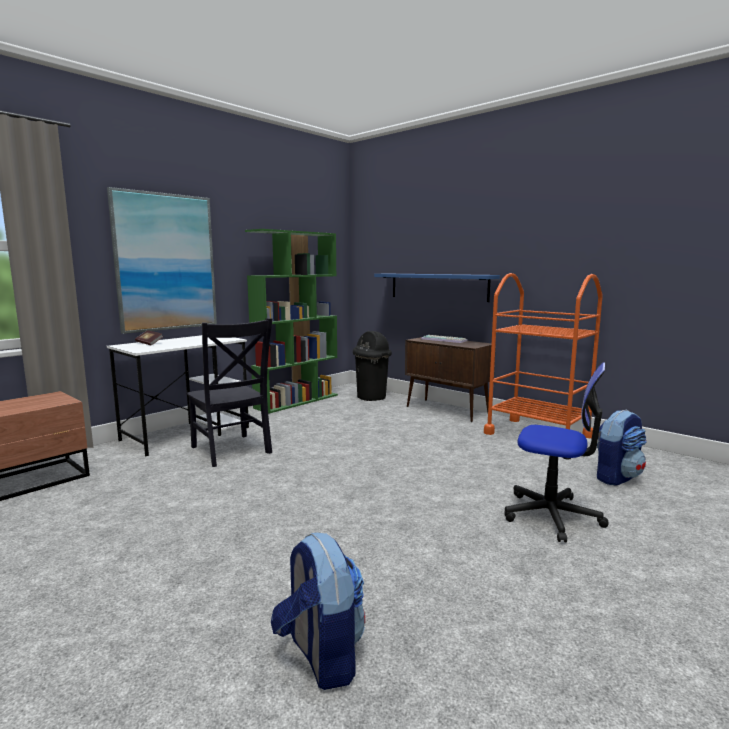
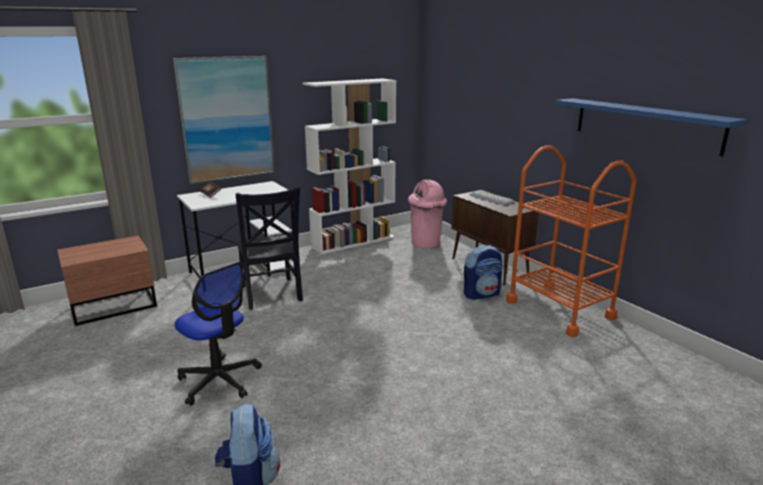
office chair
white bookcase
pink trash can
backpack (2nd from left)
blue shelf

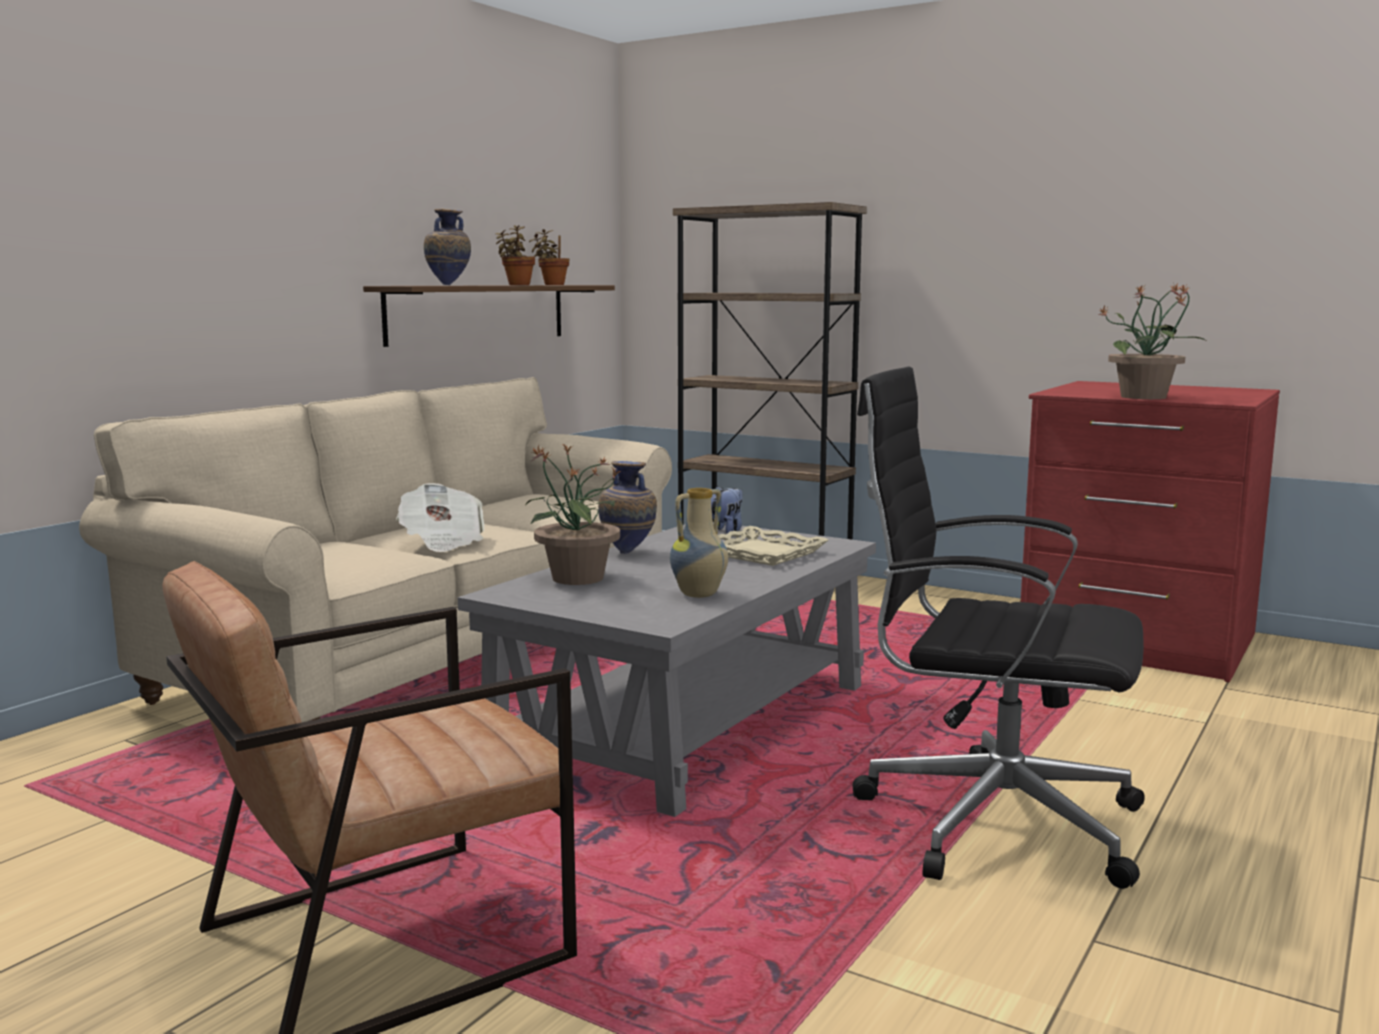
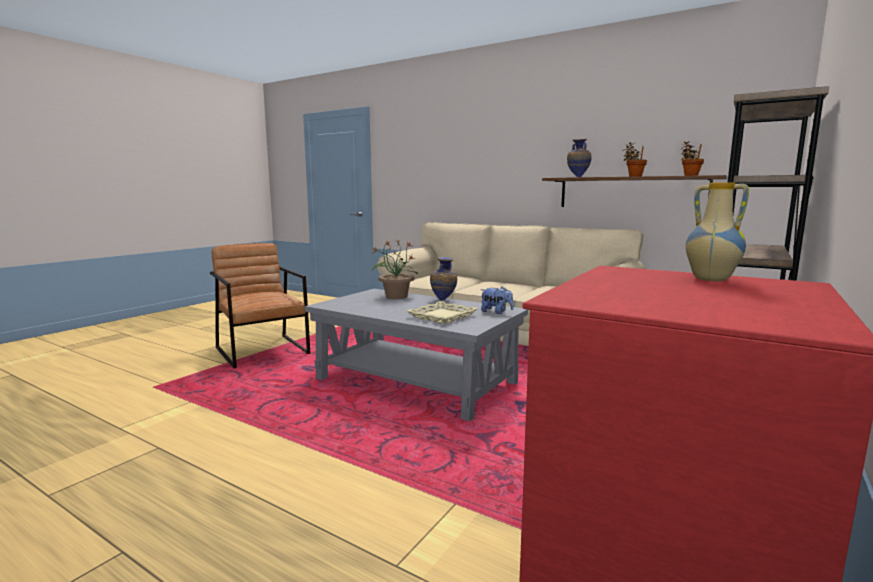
vase (3rd from left)
newspaper
black office chair
potted plant (4th from left in the first image)

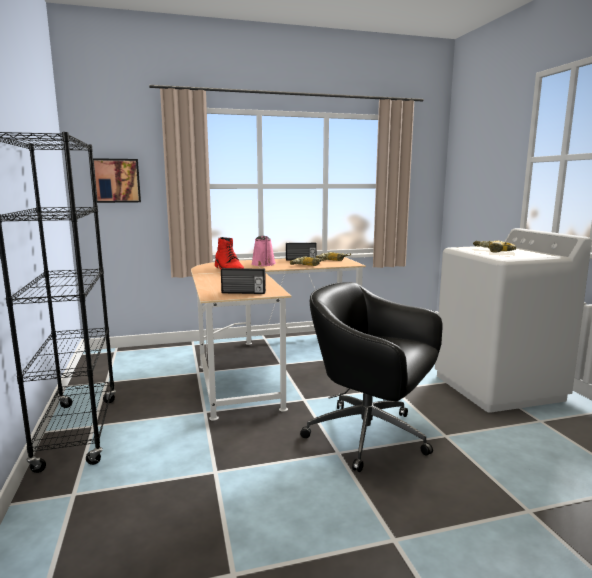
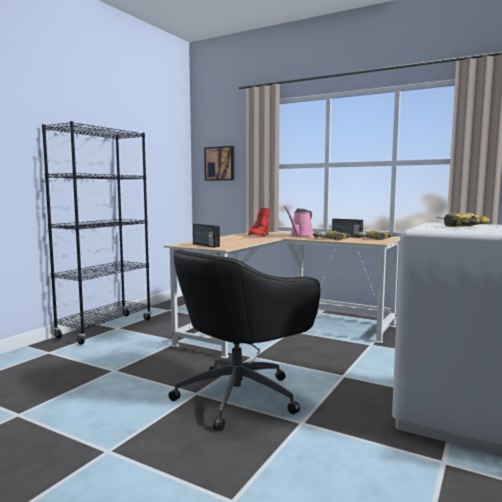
black office chair

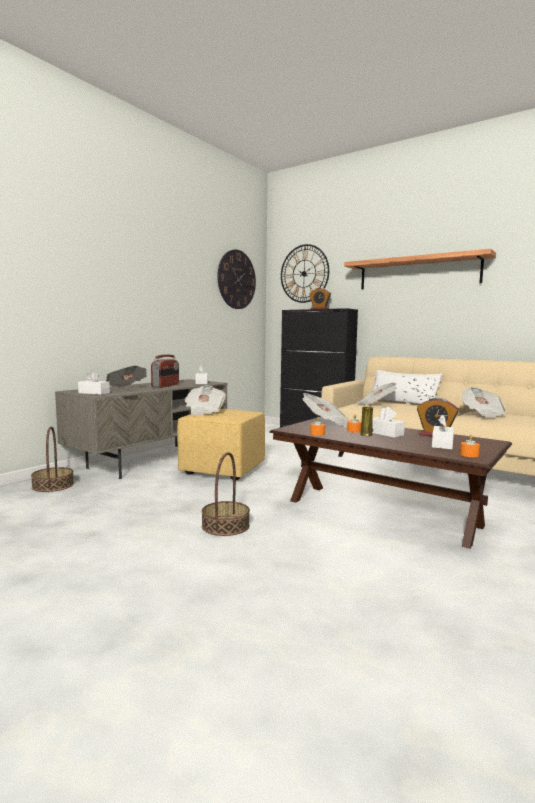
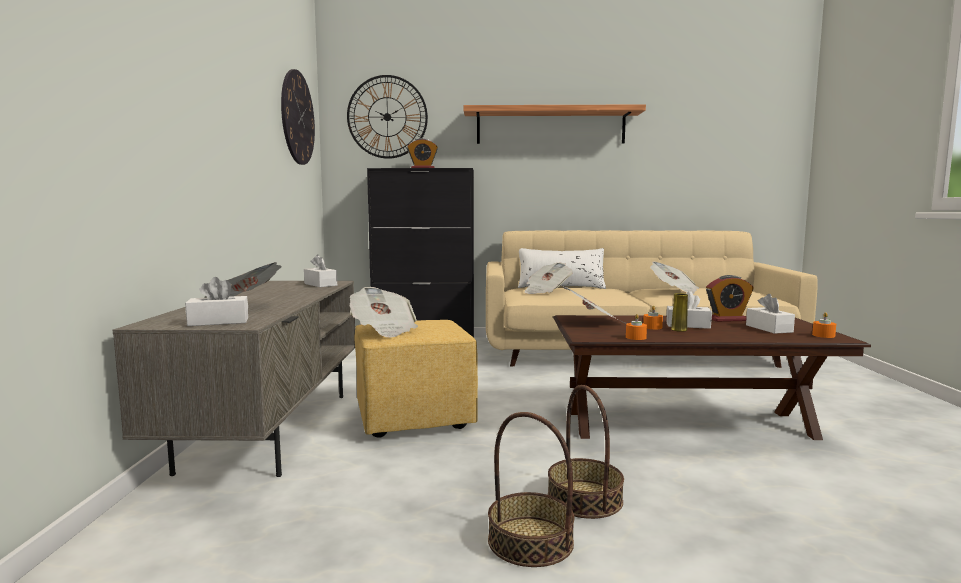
basket (1st from left)
radio

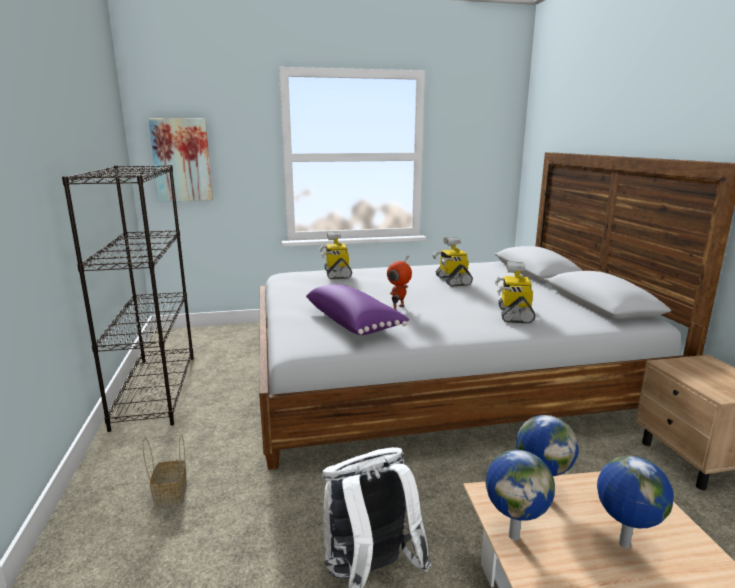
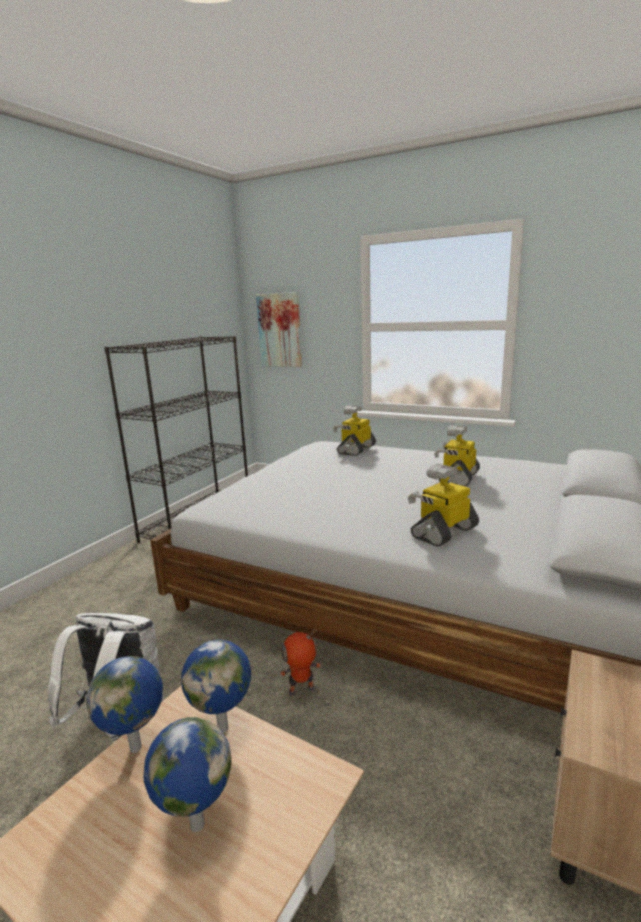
toy robot (1st from left)
basket
purple pillow

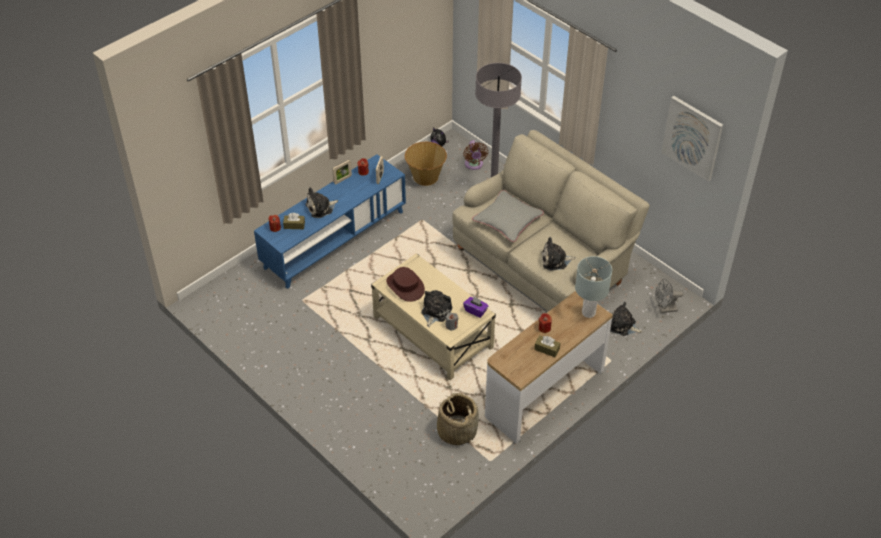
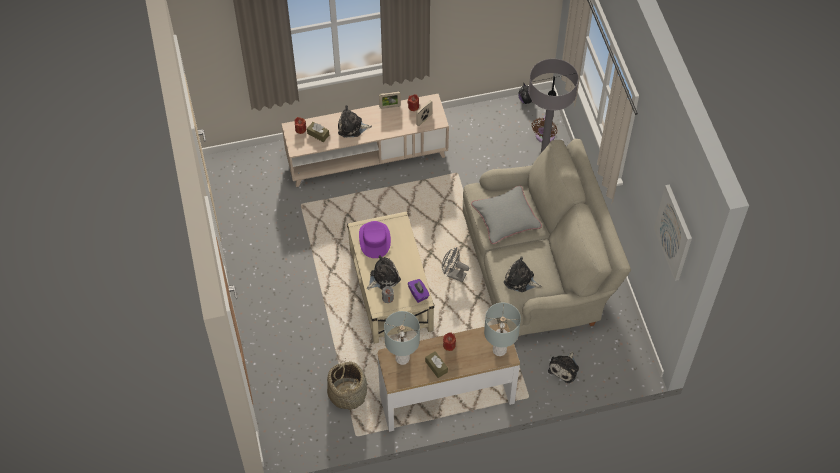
beige tv stand
purple hat
grey table lamp (1st from left)
grey fan
plush toy (5th from left)
basket (1st from left in the first image)

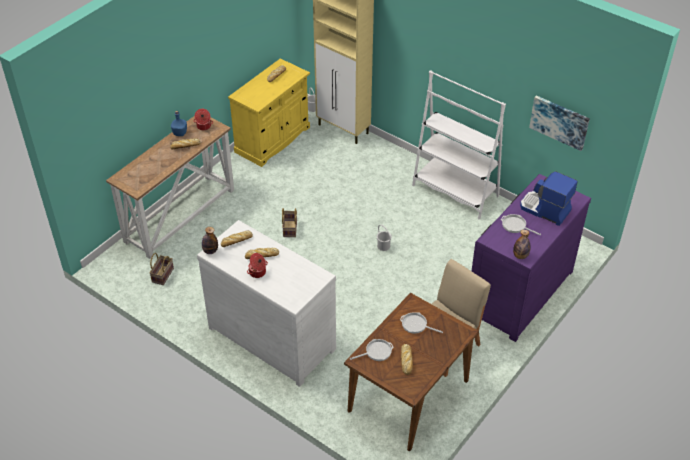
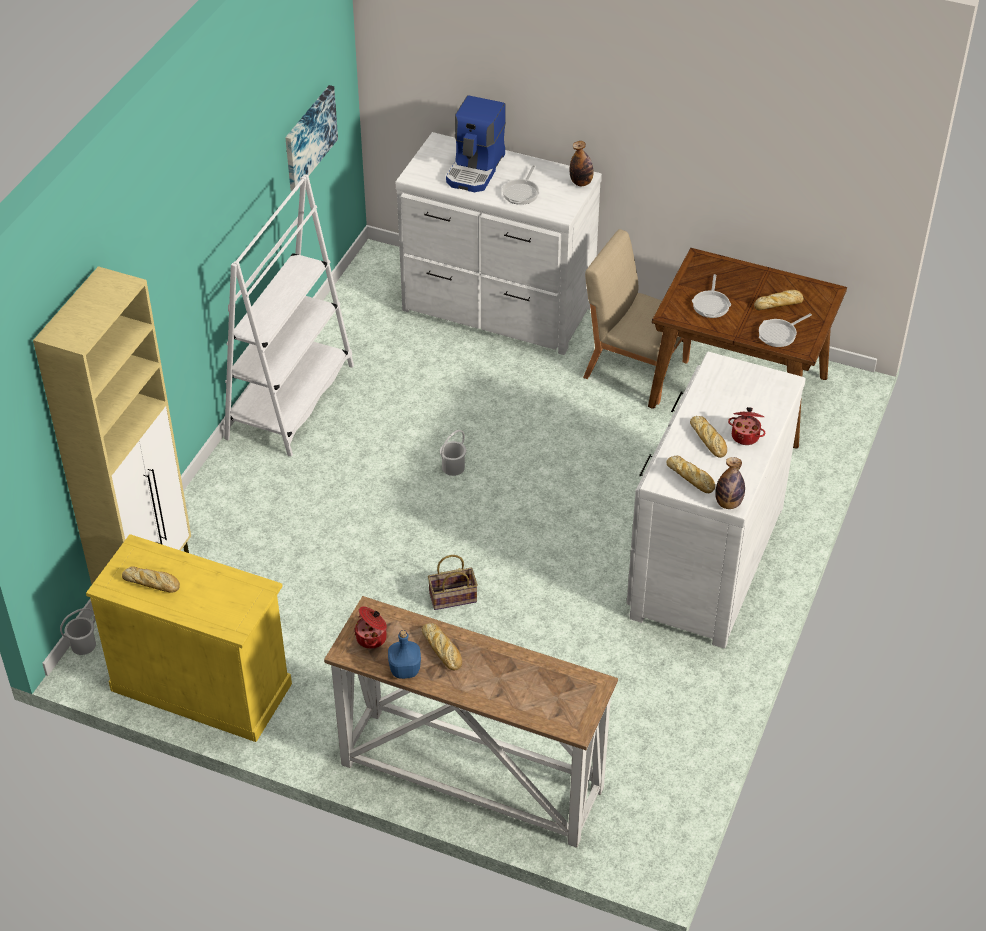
white dresser (1st from left)
frying pan (3rd from left)
basket (1st from left in the first image)

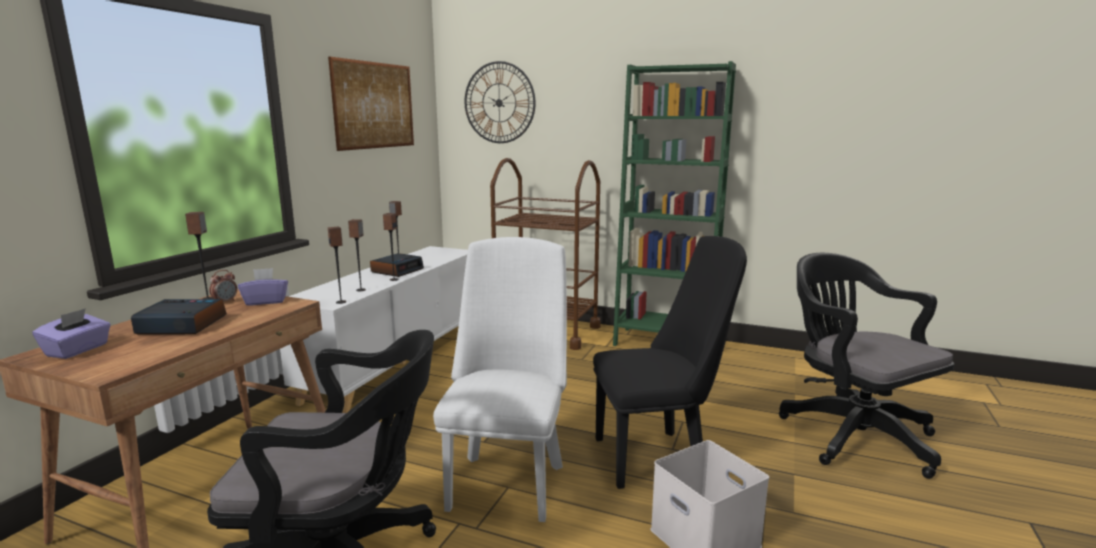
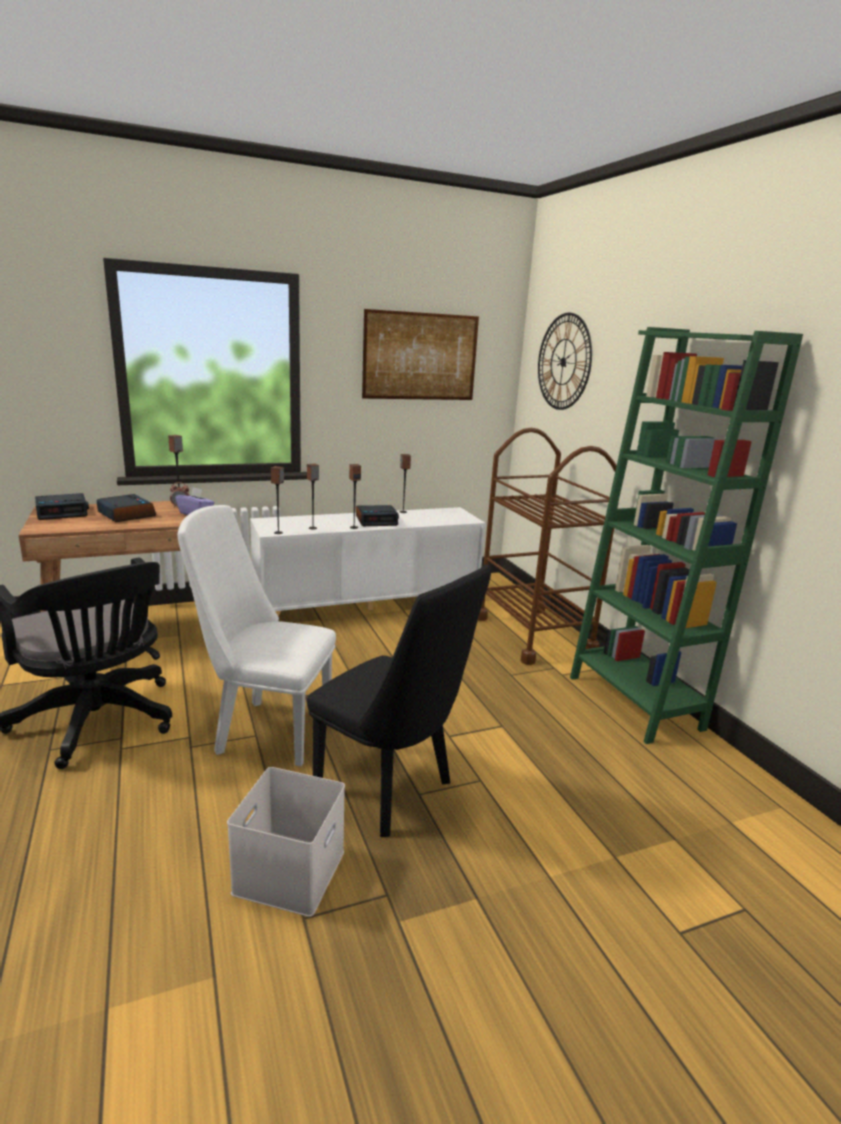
alarm clock (1st from left)
white chair
black office chair (2nd from left in the first image)

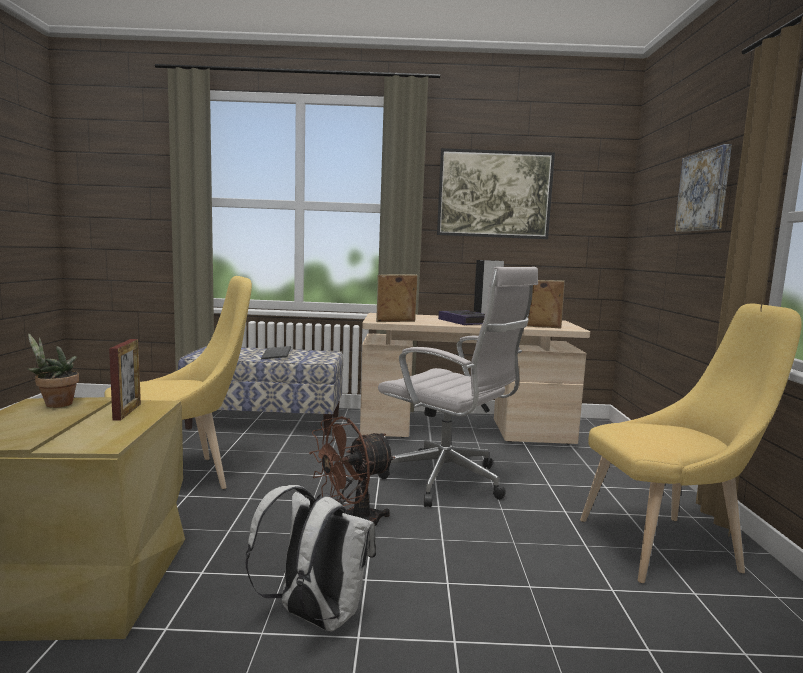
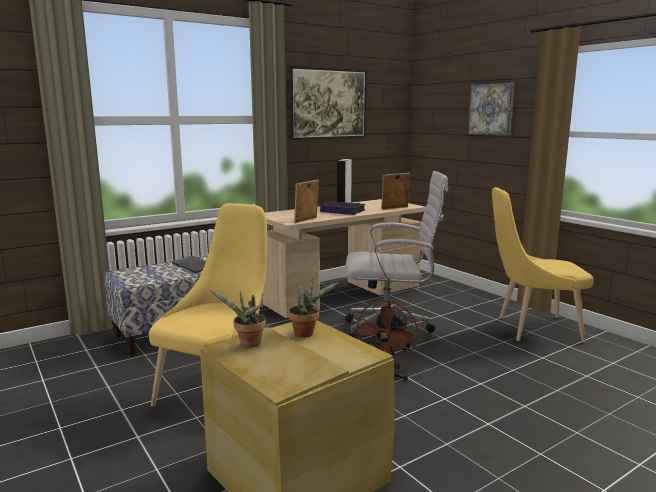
potted plant (2nd from left)
yellow chair (2nd from left)
white backpack

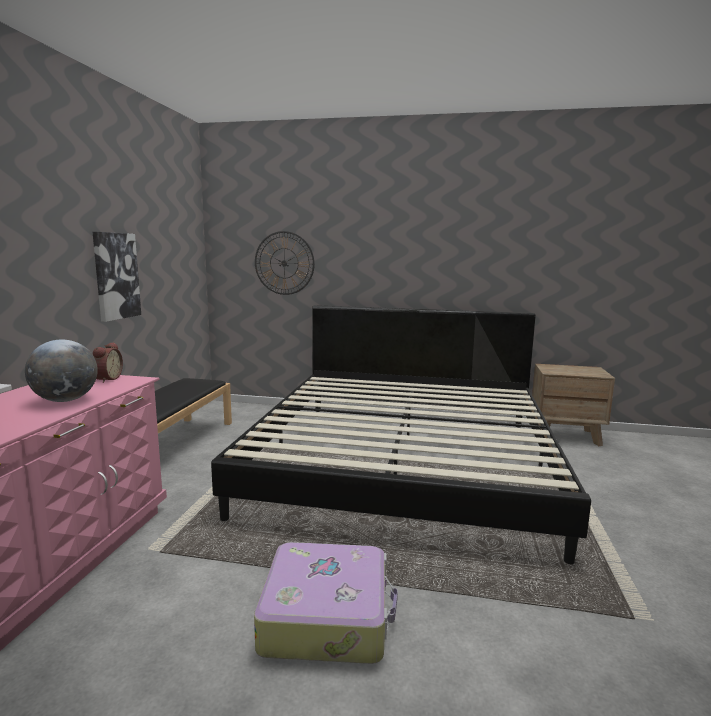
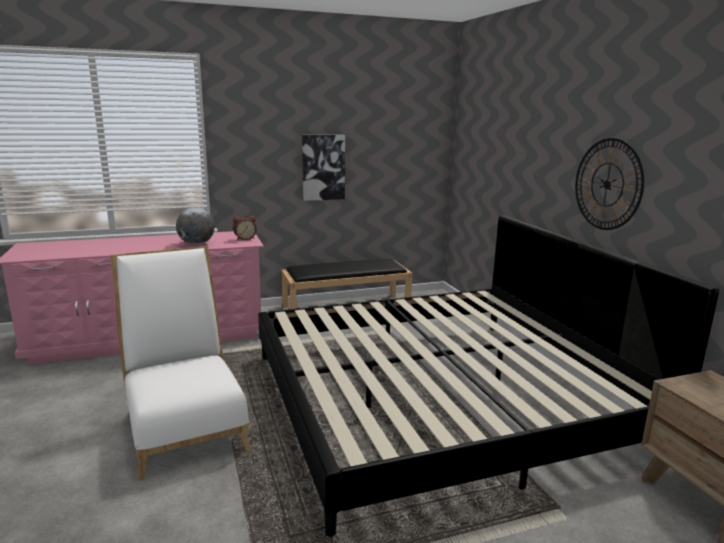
white chair
wall clock

